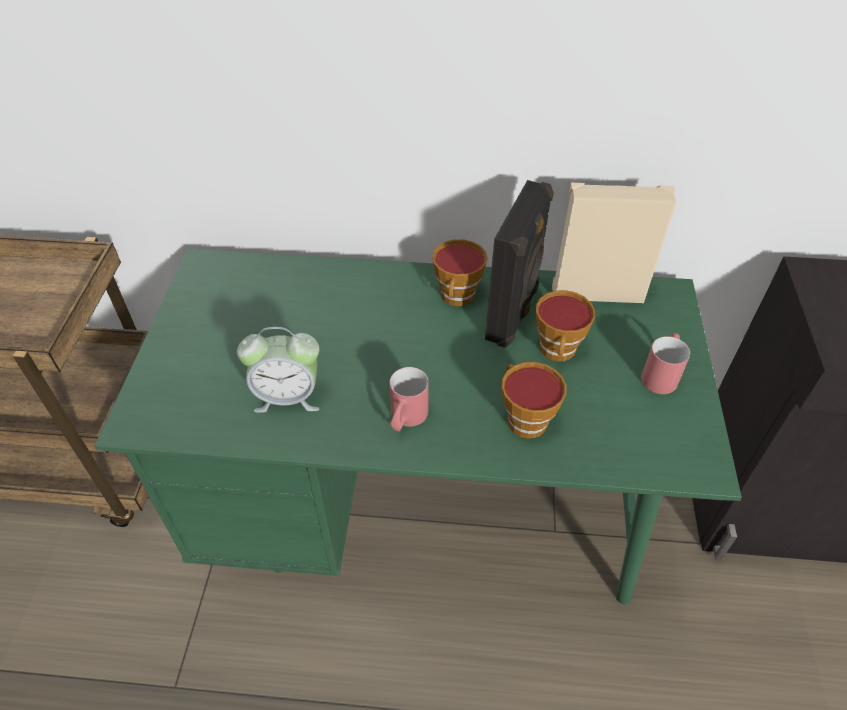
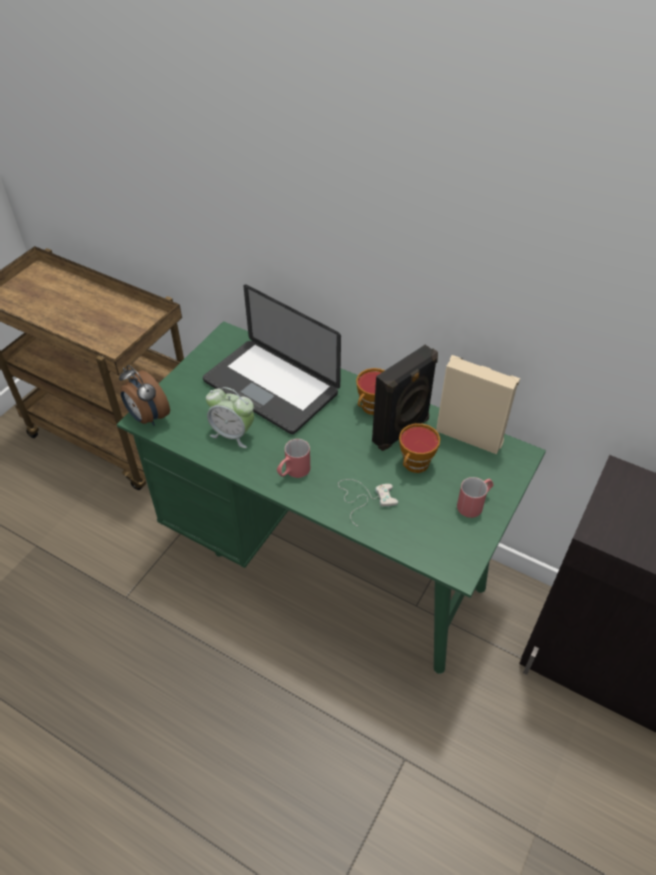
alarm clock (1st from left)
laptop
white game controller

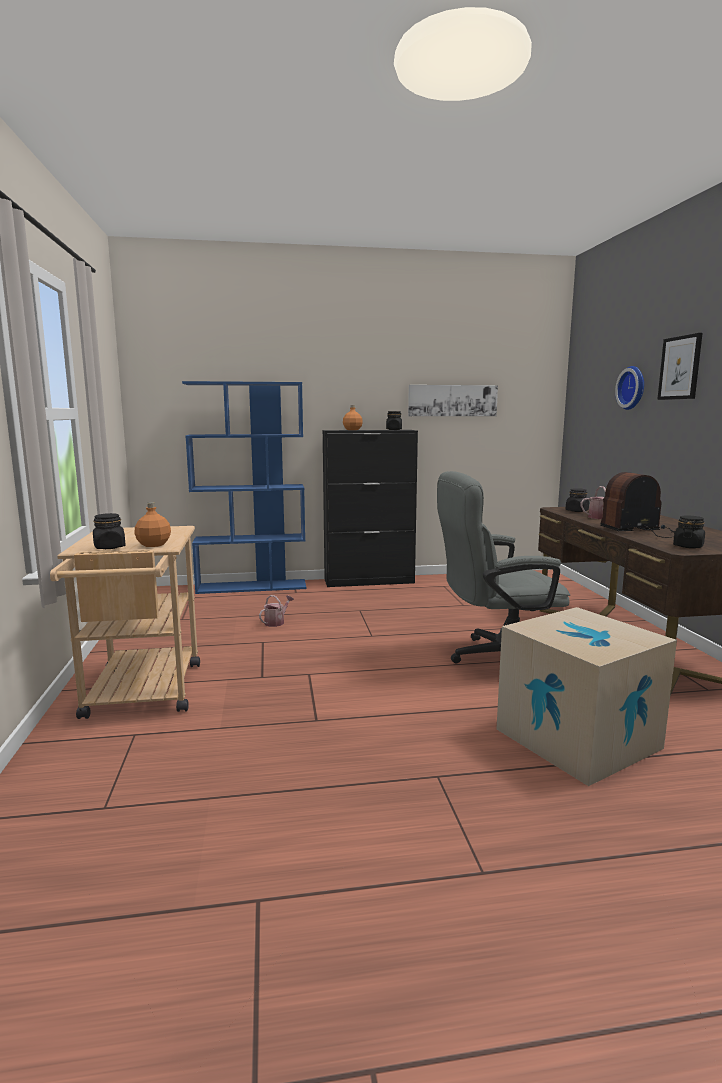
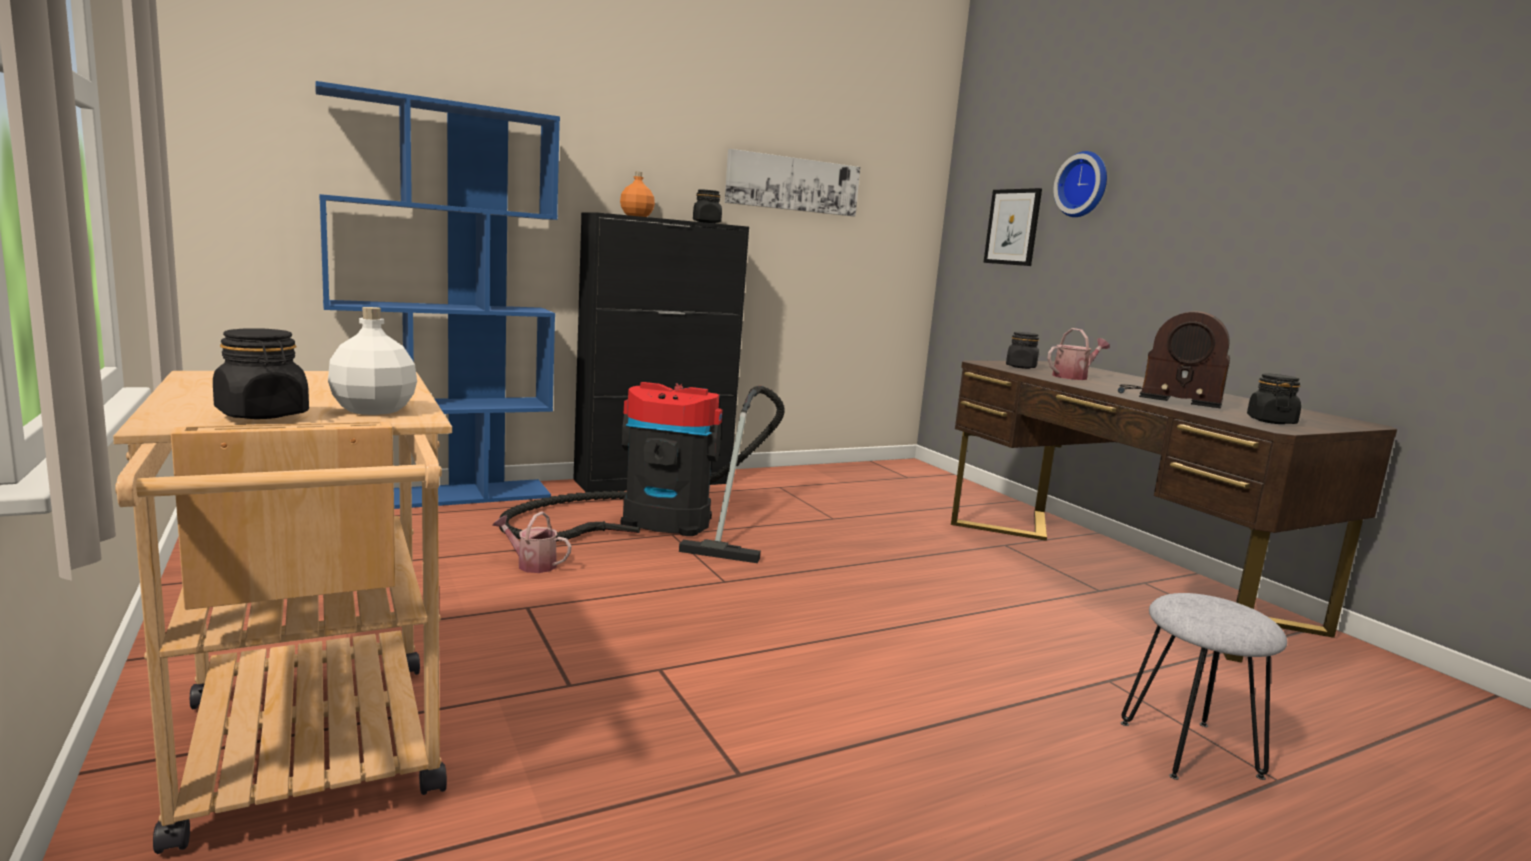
white bottle
watering can (1st from left)
vacuum cleaner
picture (2nd from left)
radio
grey stool
grey office chair

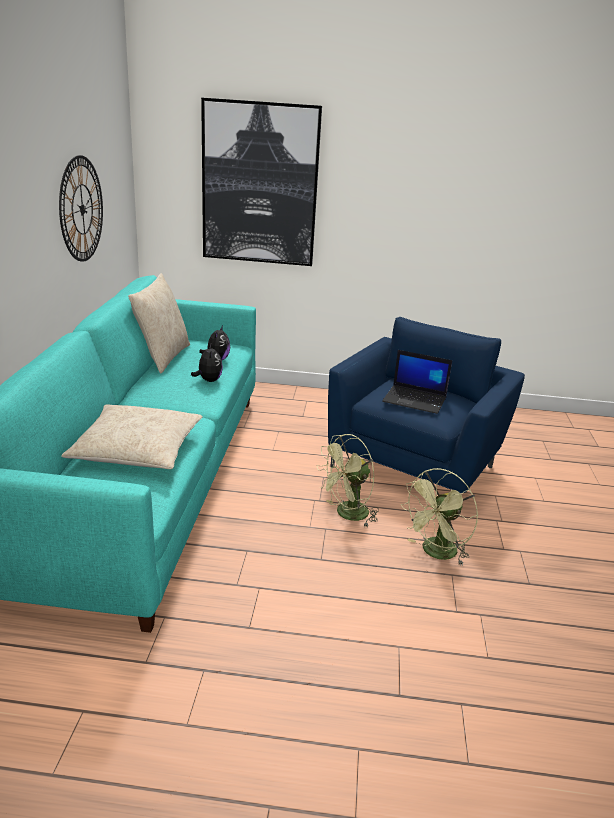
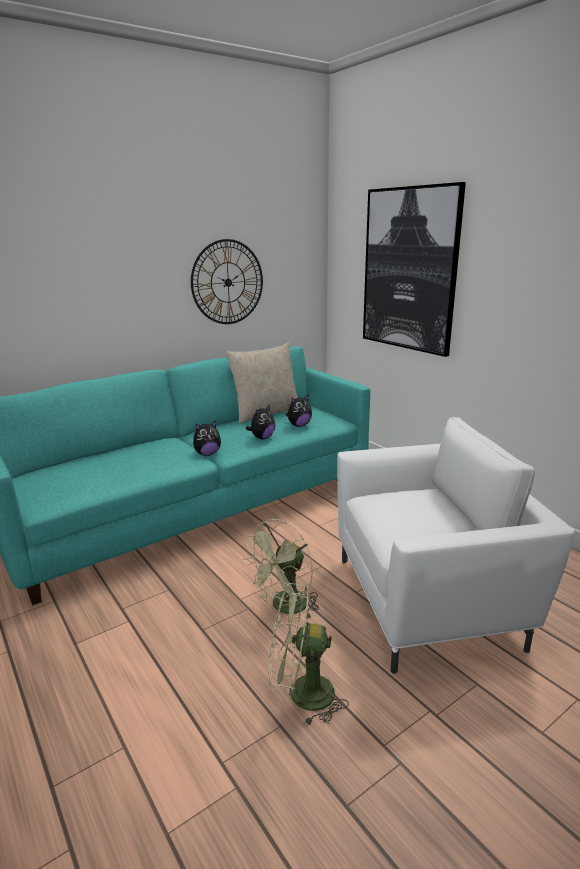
plush toy (1st from left)
green fan (1st from left)
white armchair
beige pillow (1st from left in the first image)
laptop

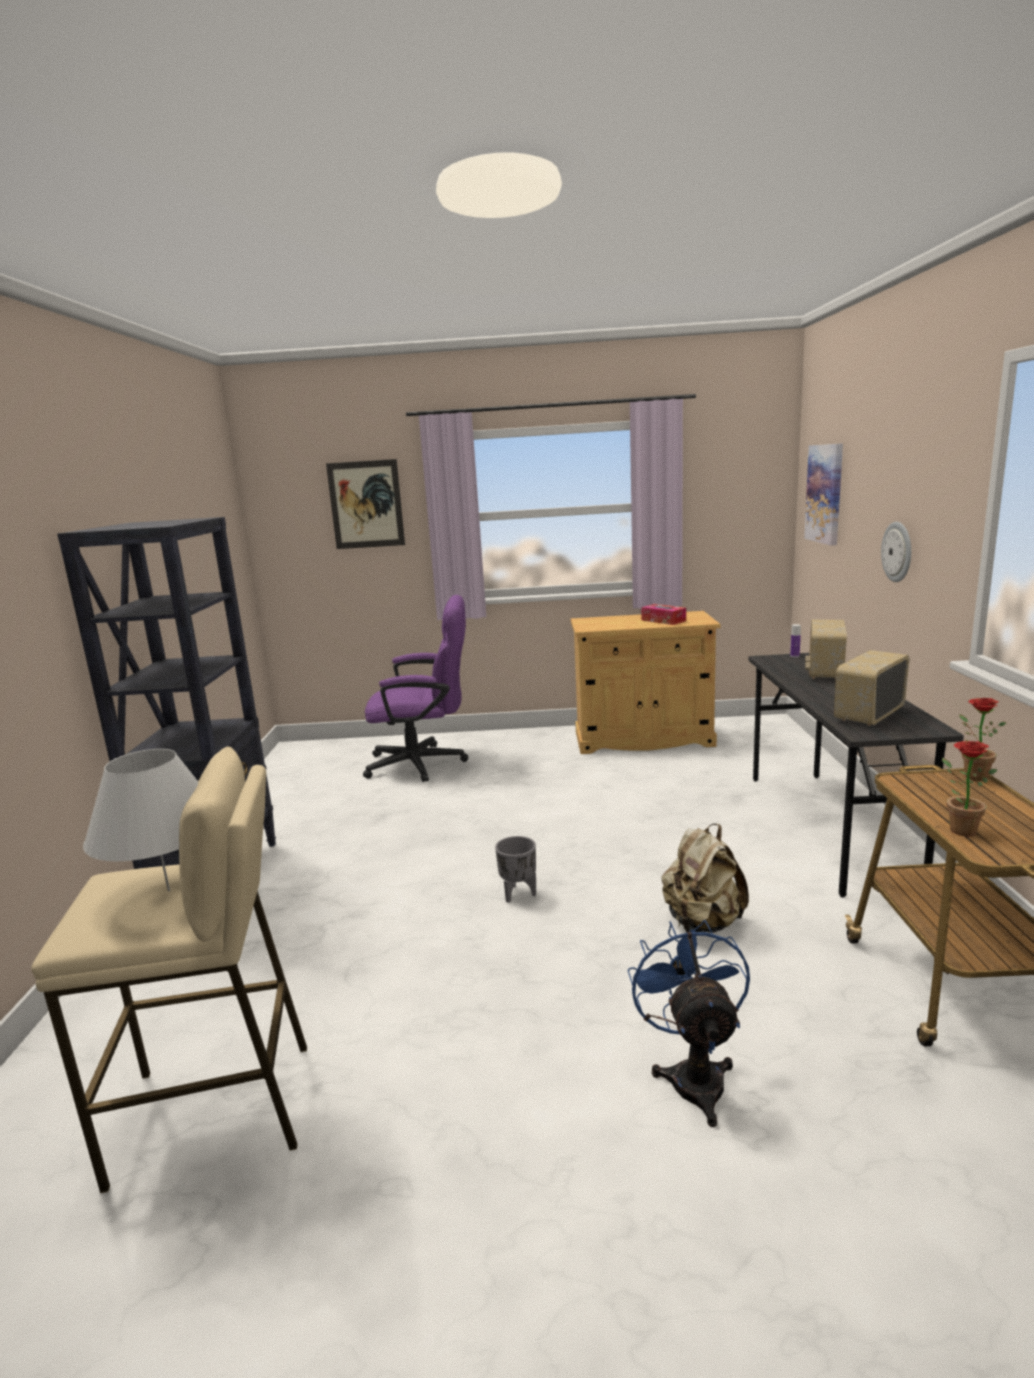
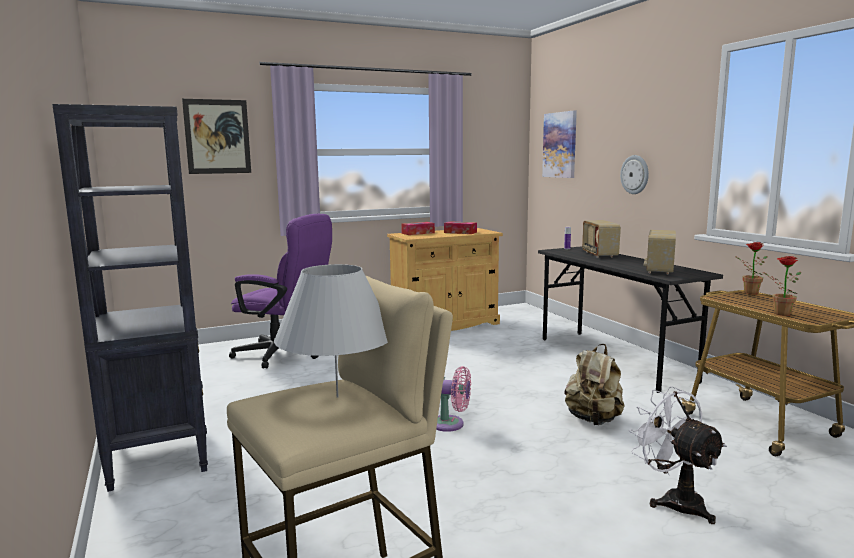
purple office chair
tissue box (1st from left)
pink fan
white fan

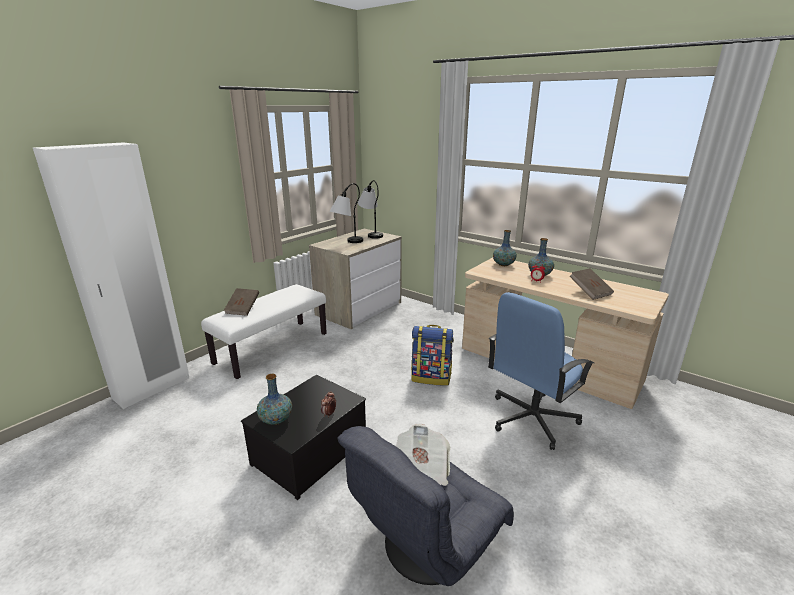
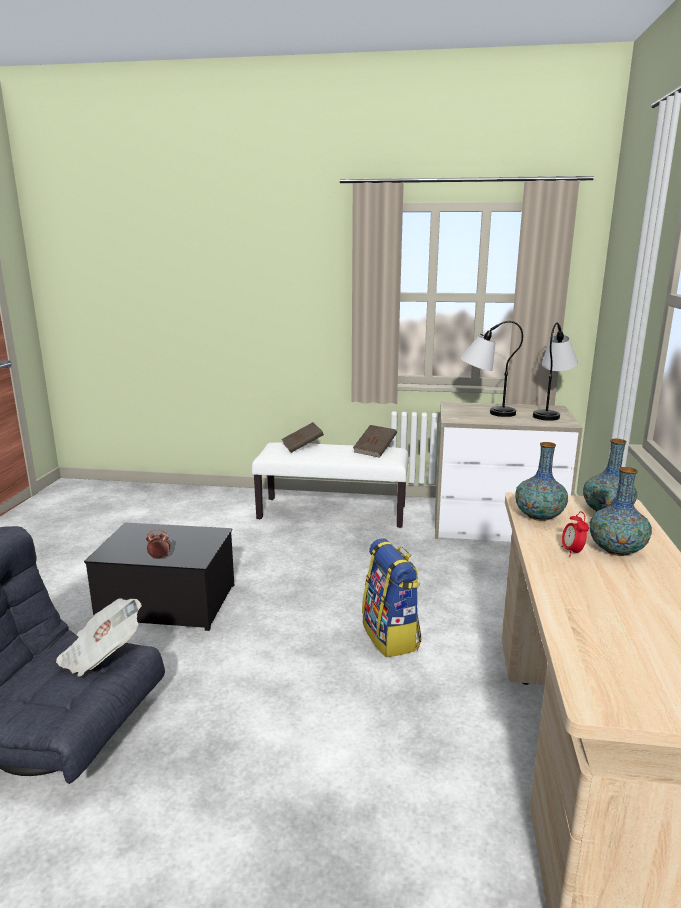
brown book (2nd from left)
vase (1st from left)
white wardrobe
blue office chair

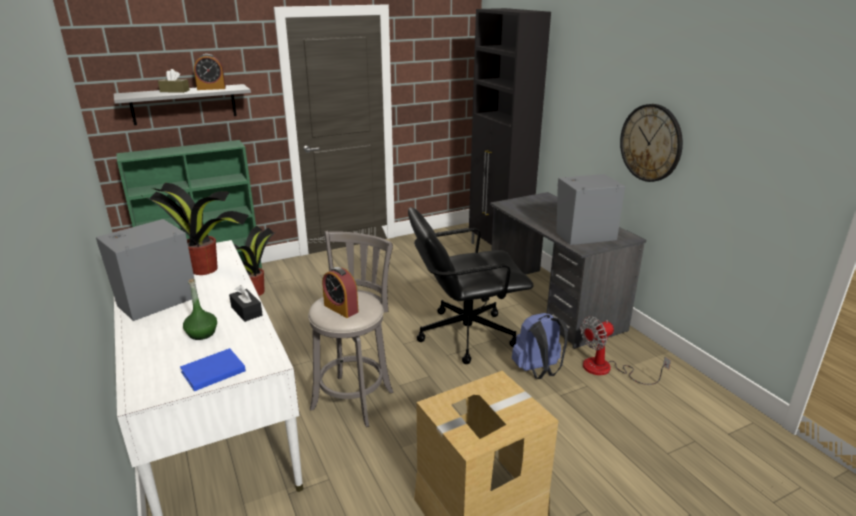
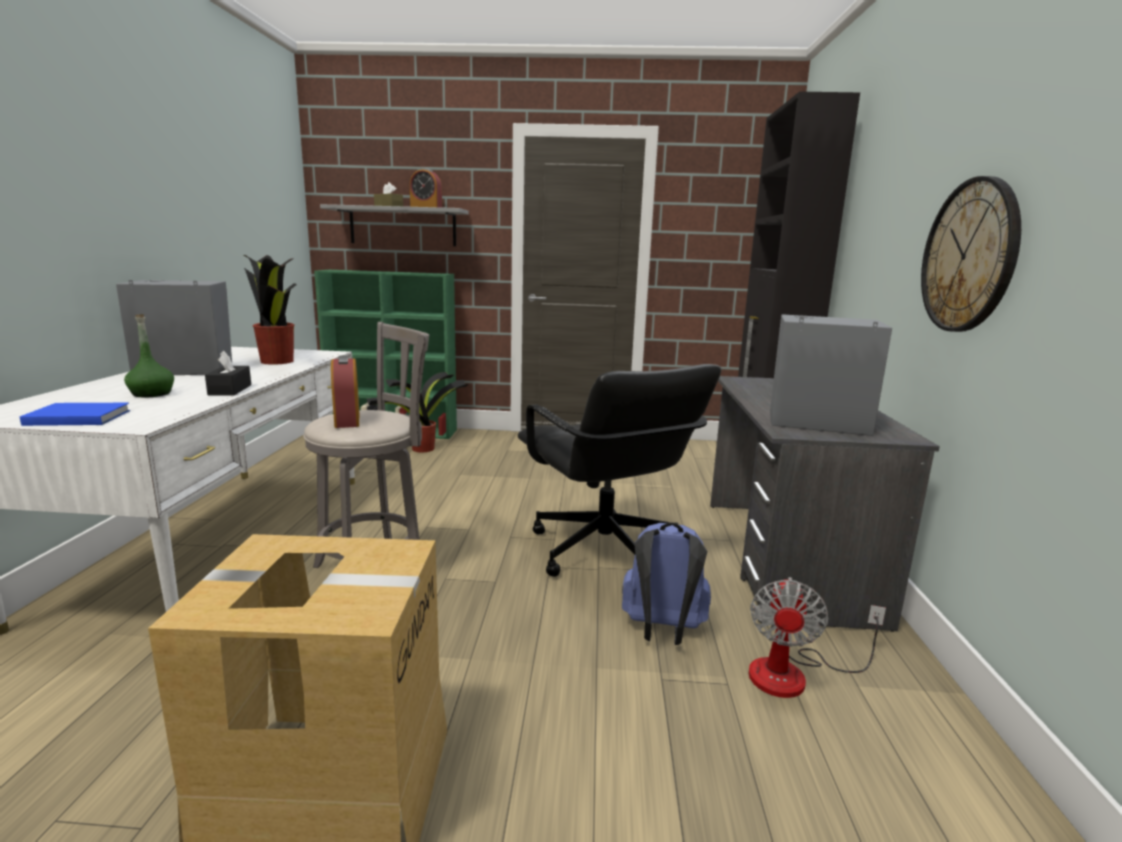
black office chair
fan

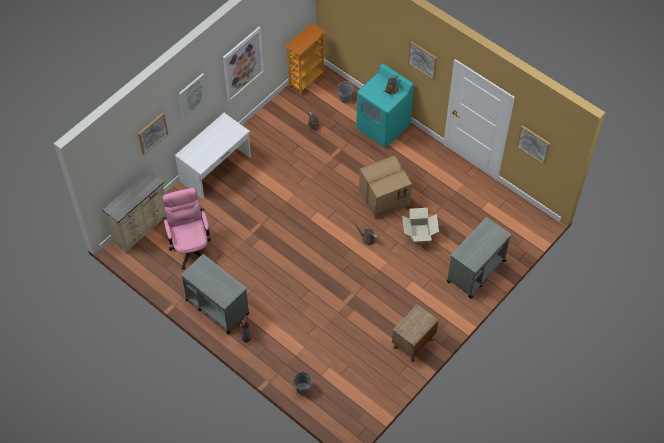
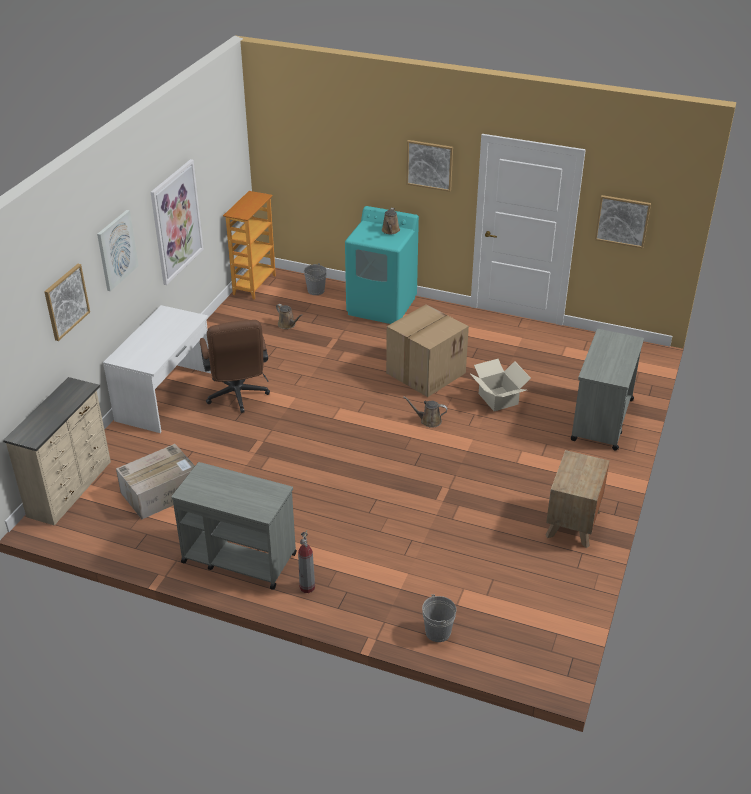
cardboard box (1st from left)
brown office chair

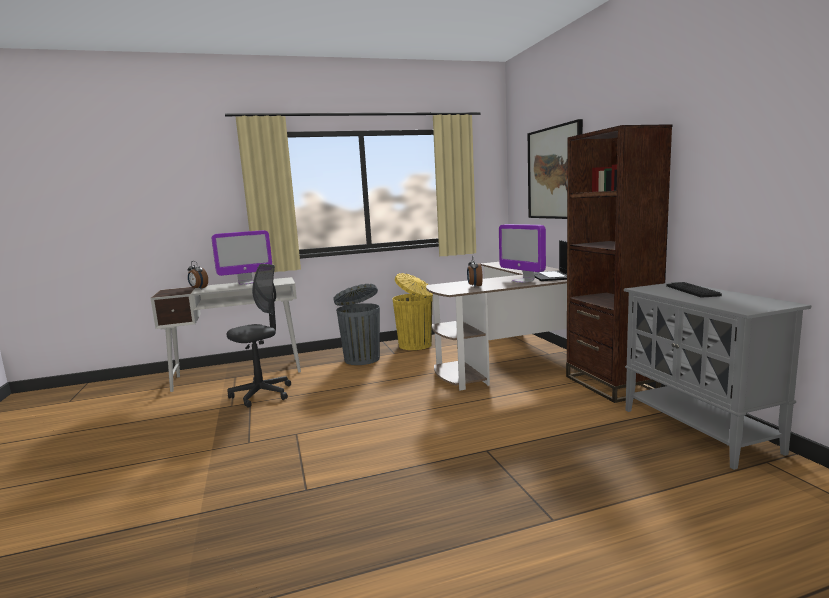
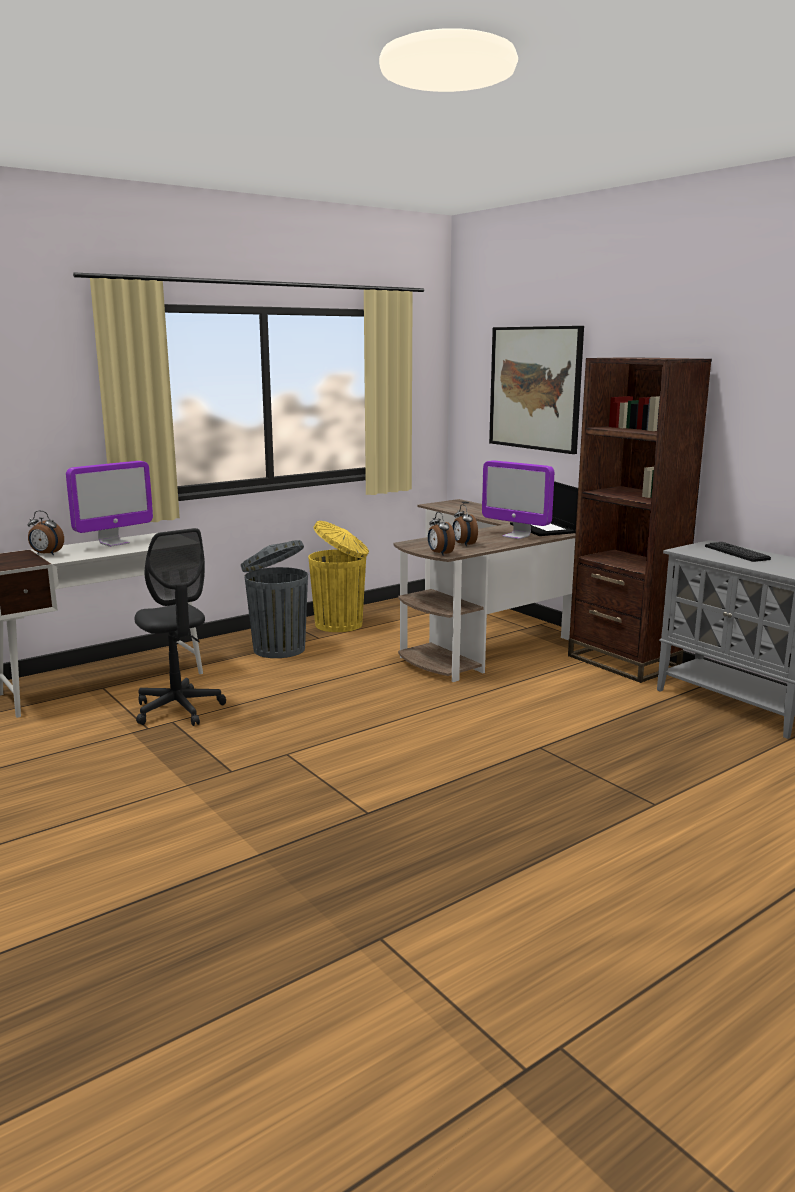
grey office chair
alarm clock (2nd from left)

